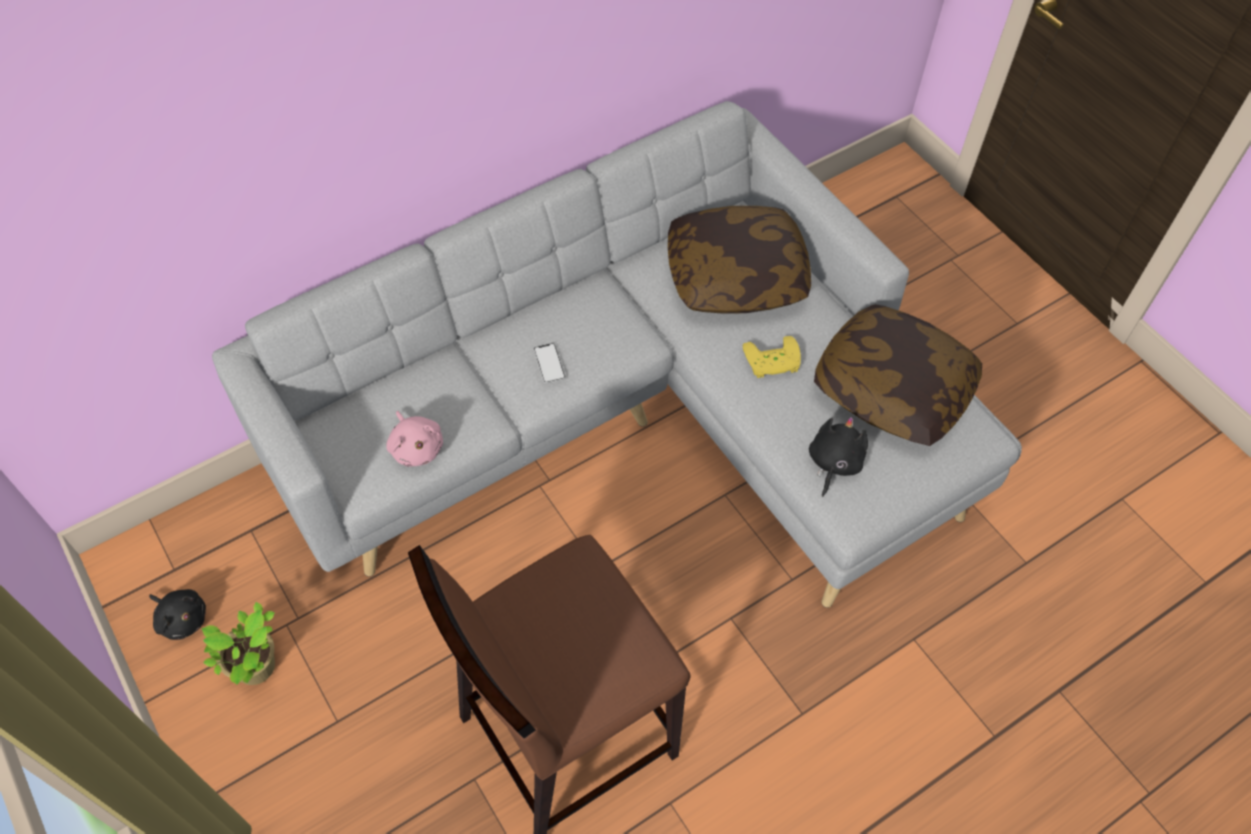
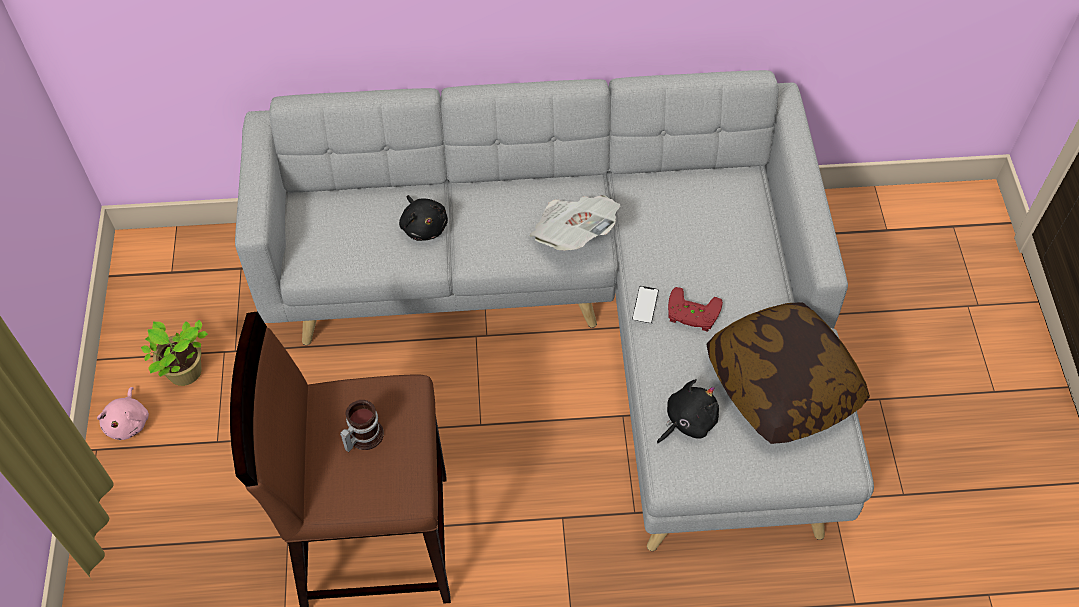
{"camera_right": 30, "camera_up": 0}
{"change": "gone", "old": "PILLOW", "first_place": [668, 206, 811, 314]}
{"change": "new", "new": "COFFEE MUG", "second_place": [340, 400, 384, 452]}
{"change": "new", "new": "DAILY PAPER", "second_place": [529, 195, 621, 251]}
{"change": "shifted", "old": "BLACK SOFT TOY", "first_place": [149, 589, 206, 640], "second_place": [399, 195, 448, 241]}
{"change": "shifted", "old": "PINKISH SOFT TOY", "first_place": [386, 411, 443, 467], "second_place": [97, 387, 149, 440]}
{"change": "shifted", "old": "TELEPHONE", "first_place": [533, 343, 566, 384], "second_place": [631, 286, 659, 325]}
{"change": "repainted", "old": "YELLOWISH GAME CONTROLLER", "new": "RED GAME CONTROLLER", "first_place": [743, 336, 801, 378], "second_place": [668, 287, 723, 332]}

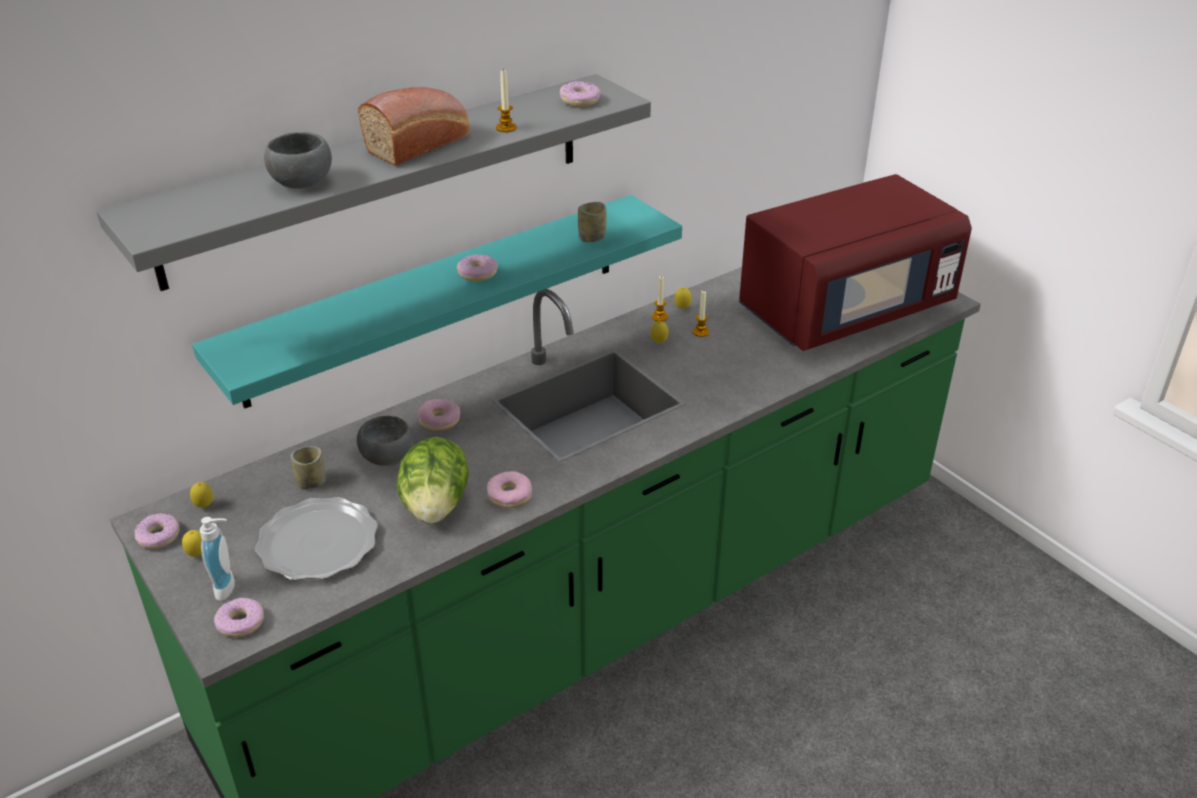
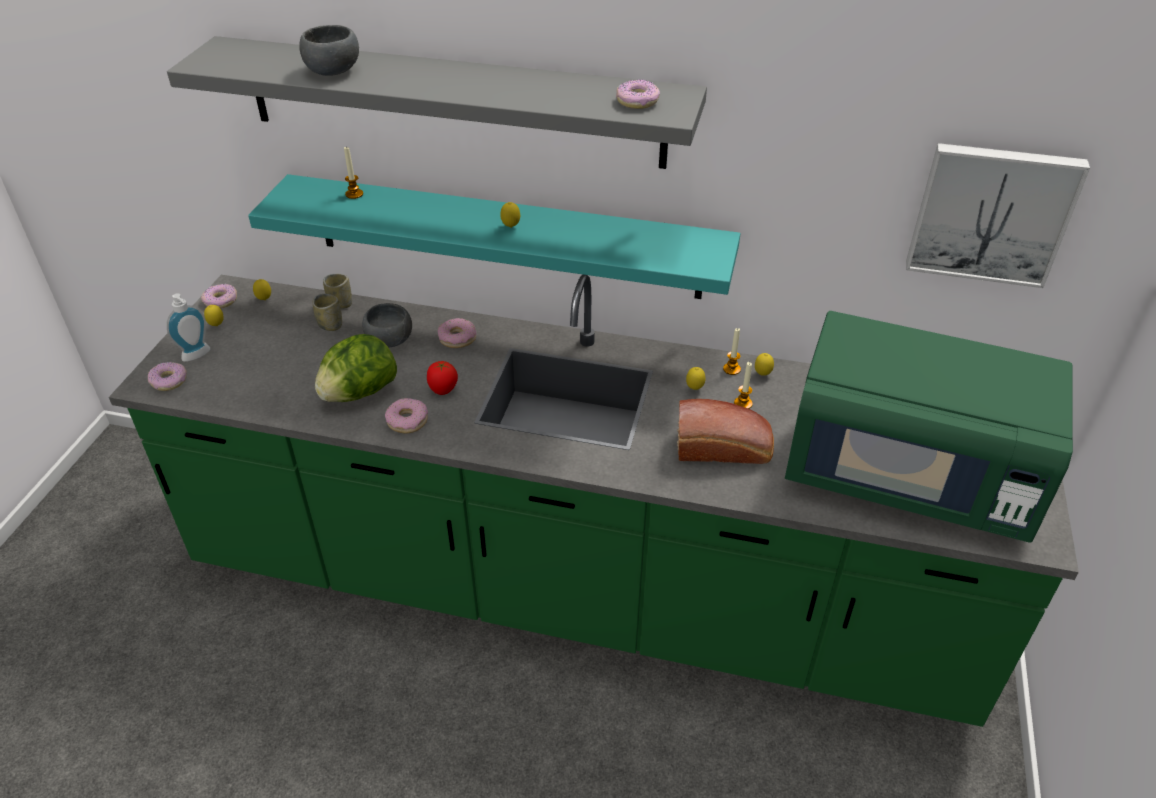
{"camera_right": 50, "camera_up": 5}
{"change": "gone", "old": "FLAT DISH", "first_place": [255, 497, 378, 580]}
{"change": "new", "new": "TOMATO", "second_place": [427, 361, 458, 395]}
{"change": "new", "new": "WALL ART", "second_place": [906, 143, 1090, 288]}
{"change": "shifted", "old": "BAKERY BREAD", "first_place": [358, 87, 470, 166], "second_place": [677, 399, 774, 464]}
{"change": "shifted", "old": "WAX LIGHT", "first_place": [496, 70, 516, 132], "second_place": [344, 147, 363, 199]}
{"change": "shifted", "old": "DRINKING CUP", "first_place": [578, 202, 607, 243], "second_place": [323, 274, 352, 309]}
{"change": "swapped", "old": "DOUGHNUT", "new": "LEMON", "first_place": [457, 254, 498, 281], "second_place": [501, 202, 520, 228]}
{"change": "repainted", "old": "RED MICROWAVE OVEN", "new": "GREENISH MICROWAVE OVEN", "first_place": [739, 174, 972, 351], "second_place": [785, 311, 1073, 543]}

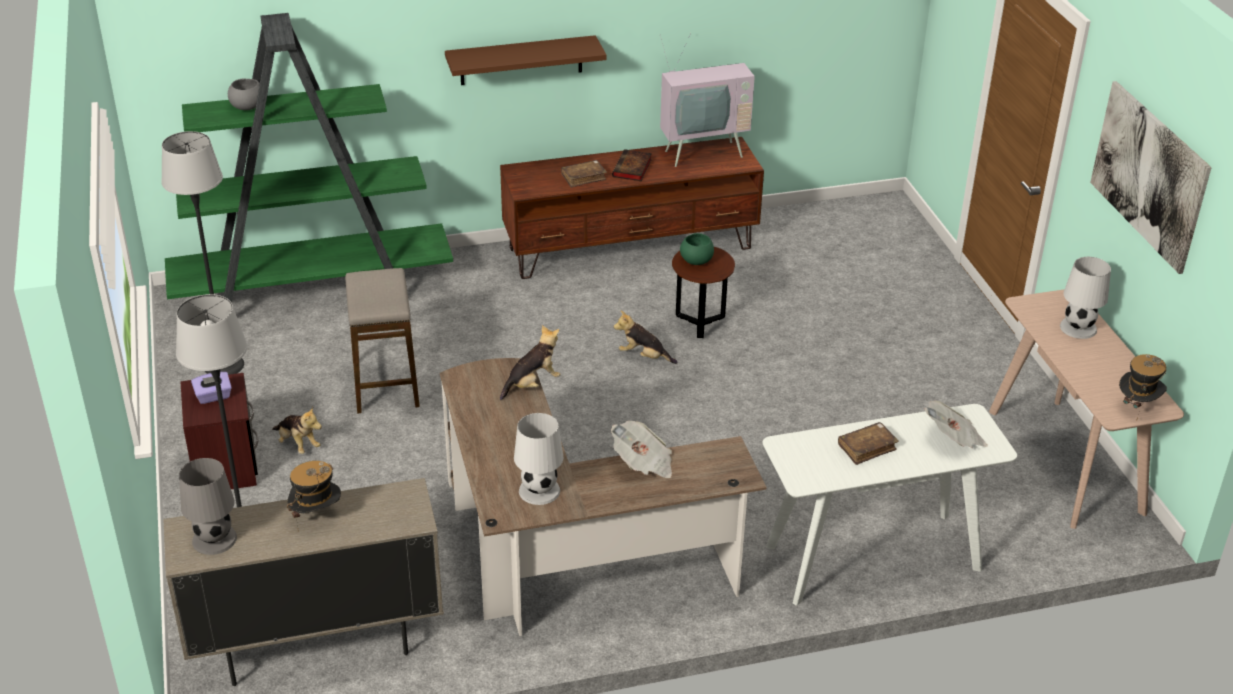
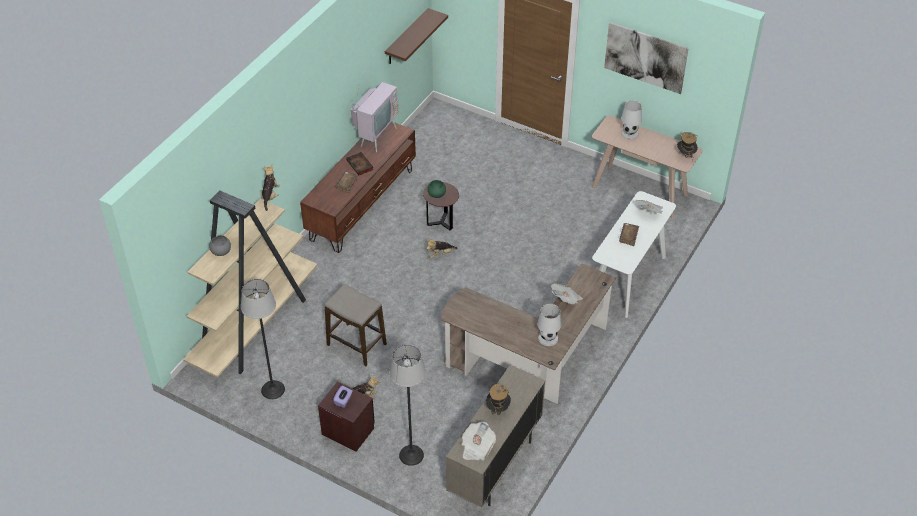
{"camera_right": -45, "camera_up": 10}
{"change": "shifted", "old": "BROWN BRACKET SHELF", "first_place": [445, 35, 607, 85], "second_place": [385, 8, 448, 64]}
{"change": "shifted", "old": "SOFT TOY", "first_place": [500, 325, 561, 400], "second_place": [261, 165, 280, 211]}
{"change": "swapped", "old": "GREYISH TABLETOP LAMP", "new": "DAILY PAPER", "first_place": [179, 458, 237, 555], "second_place": [461, 422, 496, 461]}
{"change": "repainted", "old": "GREENISH BOOKCASE", "new": "BEIGE BOOKCASE", "first_place": [165, 13, 453, 303], "second_place": [183, 191, 318, 378]}

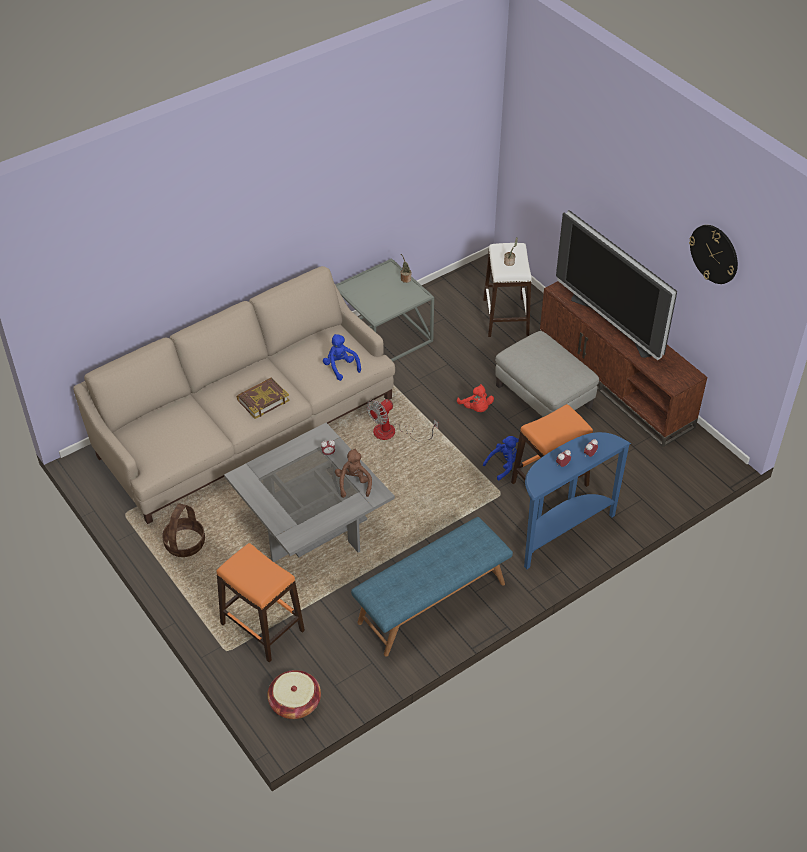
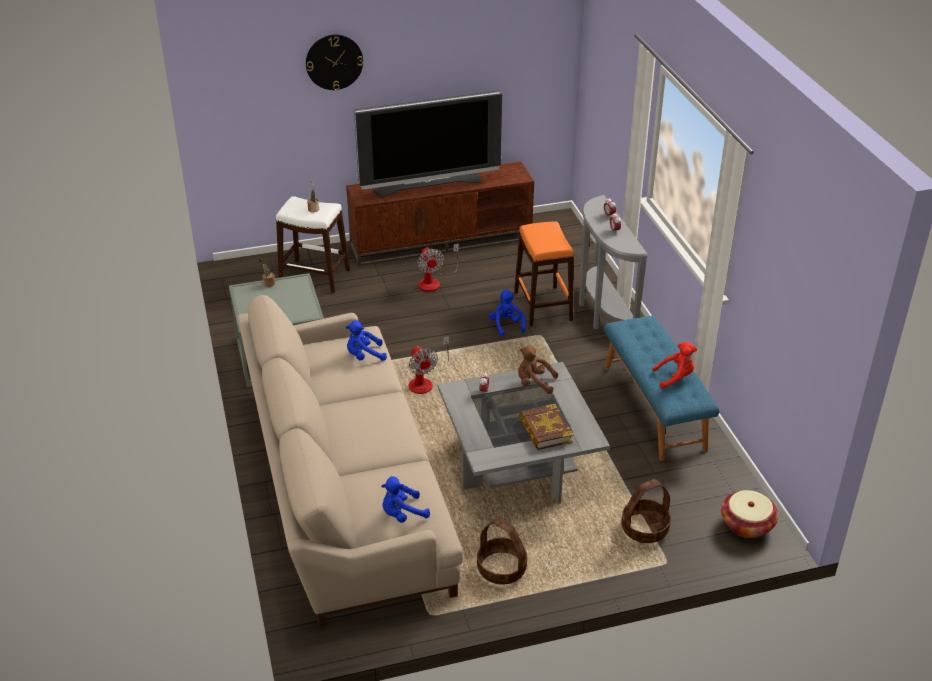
{"camera_right": -70, "camera_up": -10}
{"change": "new", "new": "BLUE SOFT TOY", "second_place": [381, 476, 430, 523]}
{"change": "shifted", "old": "VOLUME", "first_place": [237, 377, 290, 419], "second_place": [519, 404, 573, 450]}
{"change": "shifted", "old": "RED SOFT TOY", "first_place": [457, 384, 494, 412], "second_place": [652, 342, 697, 389]}
{"change": "shifted", "old": "CLOCK ON THE WALL", "first_place": [689, 225, 738, 284], "second_place": [306, 35, 363, 90]}
{"change": "swapped", "old": "ORANGEY STOOL SEAT", "new": "HOUSEHOLD BASKET", "first_place": [216, 543, 305, 663], "second_place": [621, 479, 671, 543]}
{"change": "swapped", "old": "GREYISH FOOTREST", "new": "COOLING FAN", "first_place": [495, 331, 599, 417], "second_place": [417, 244, 459, 292]}
{"change": "repainted", "old": "BLUE CONSOLE TABLE", "new": "GREYISH CONSOLE TABLE", "first_place": [524, 432, 631, 569], "second_place": [579, 195, 648, 329]}

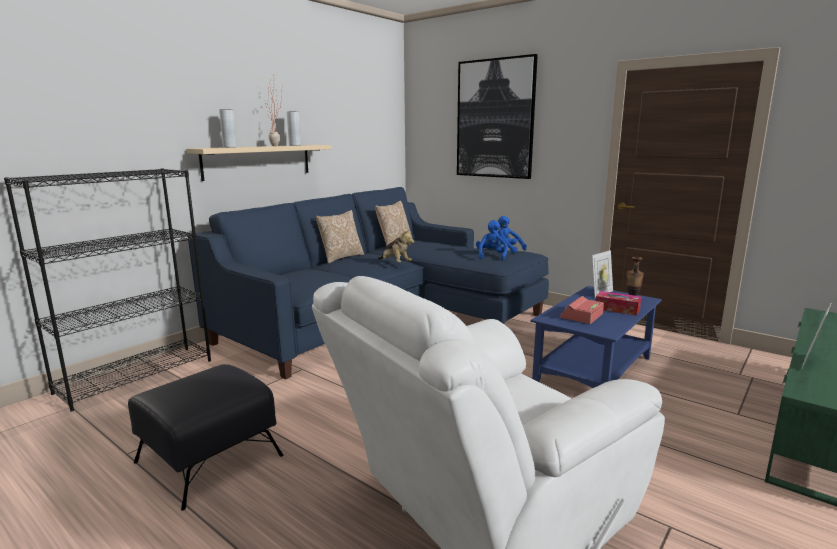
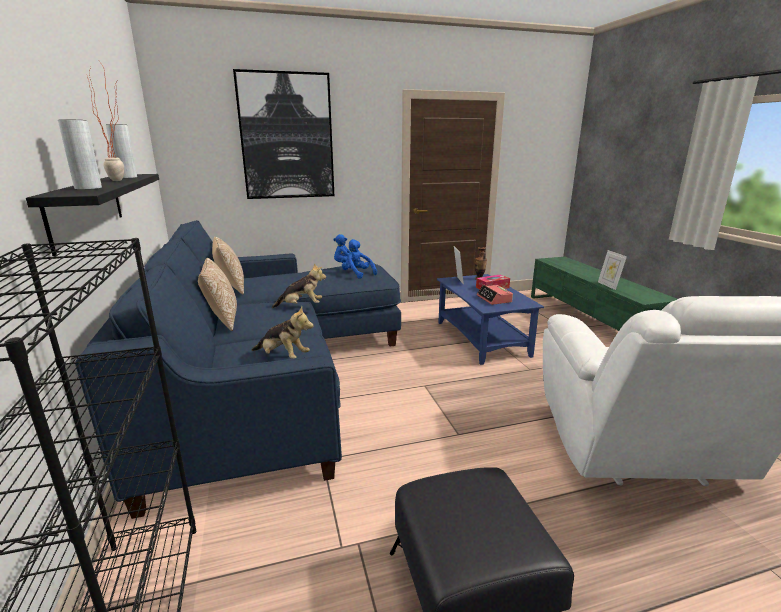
{"camera_right": -55, "camera_up": 5}
{"change": "new", "new": "SOFT TOY", "second_place": [252, 306, 313, 359]}
{"change": "repainted", "old": "BEIGE BRACKET SHELF", "new": "BLACK BRACKET SHELF", "first_place": [186, 145, 332, 181], "second_place": [26, 174, 159, 256]}

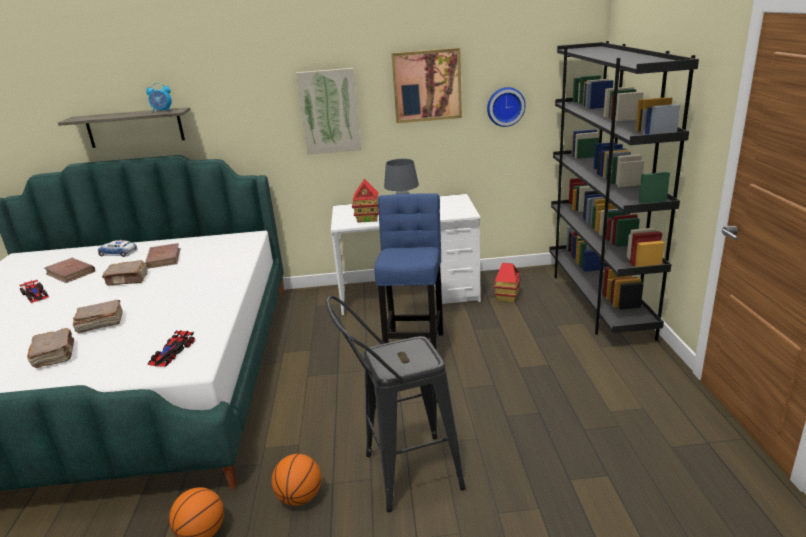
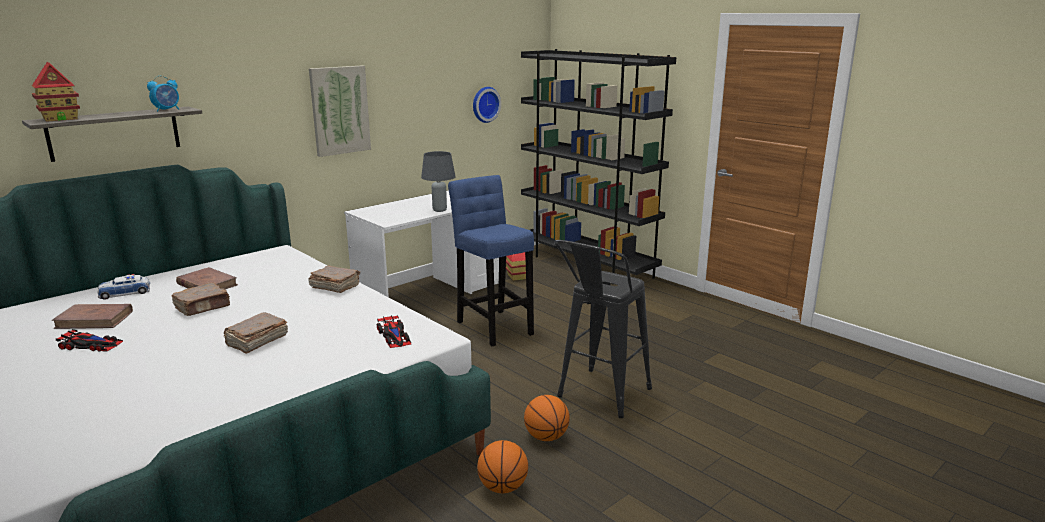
{"camera_right": -40, "camera_up": -5}
{"change": "gone", "old": "WALL ART", "first_place": [392, 48, 462, 123]}
{"change": "shifted", "old": "BROWN VOLUME", "first_place": [27, 328, 74, 368], "second_place": [309, 265, 360, 293]}
{"change": "shifted", "old": "TOY HOUSE", "first_place": [352, 179, 379, 223], "second_place": [32, 62, 80, 122]}

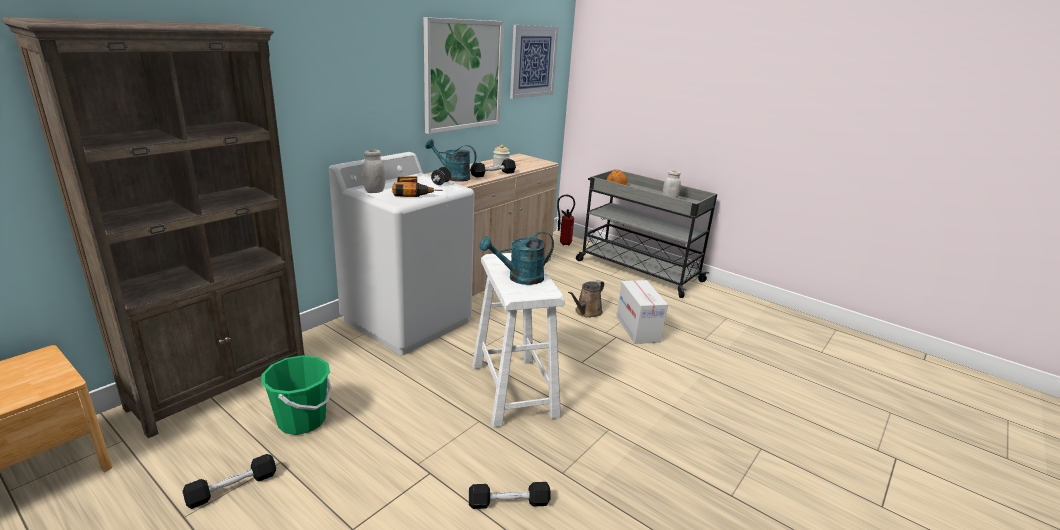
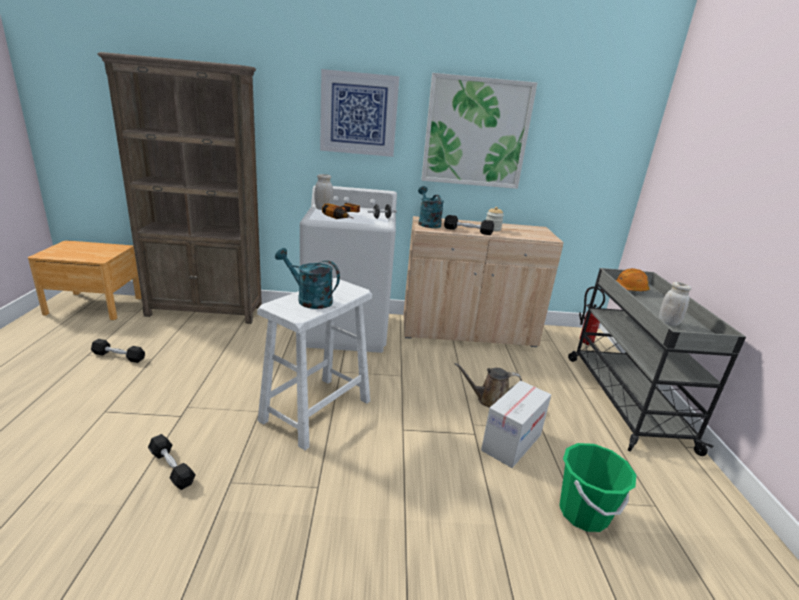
{"camera_right": 50, "camera_up": 0}
{"change": "shifted", "old": "GREENISH PAIL", "first_place": [261, 355, 332, 435], "second_place": [559, 443, 636, 532]}
{"change": "shifted", "old": "WALL ART", "first_place": [510, 25, 558, 99], "second_place": [320, 69, 399, 157]}

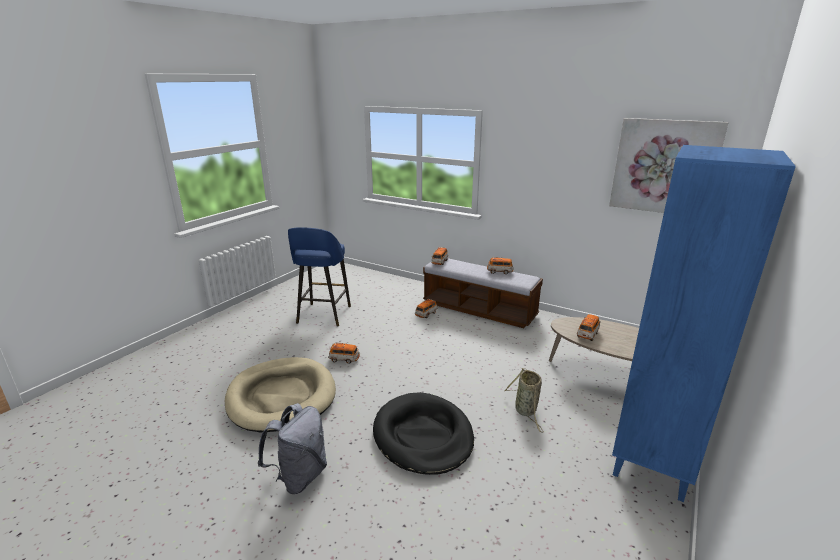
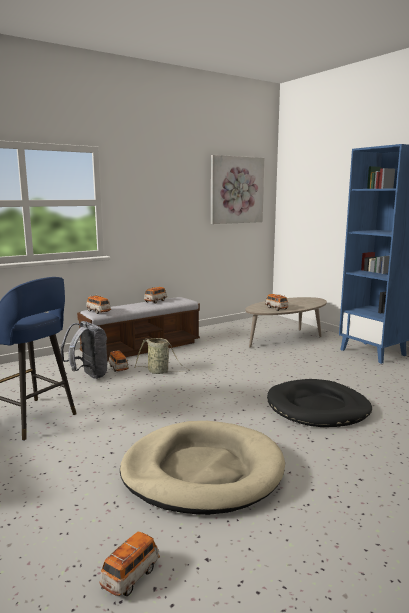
{"camera_right": -65, "camera_up": -10}
{"change": "shifted", "old": "GREYISH BACKPACK", "first_place": [258, 403, 327, 494], "second_place": [61, 321, 108, 379]}
{"change": "shifted", "old": "MODEL CAR", "first_place": [328, 342, 360, 364], "second_place": [99, 532, 160, 596]}
{"change": "shifted", "old": "HOUSEHOLD BASKET", "first_place": [504, 368, 544, 432], "second_place": [135, 338, 189, 374]}

